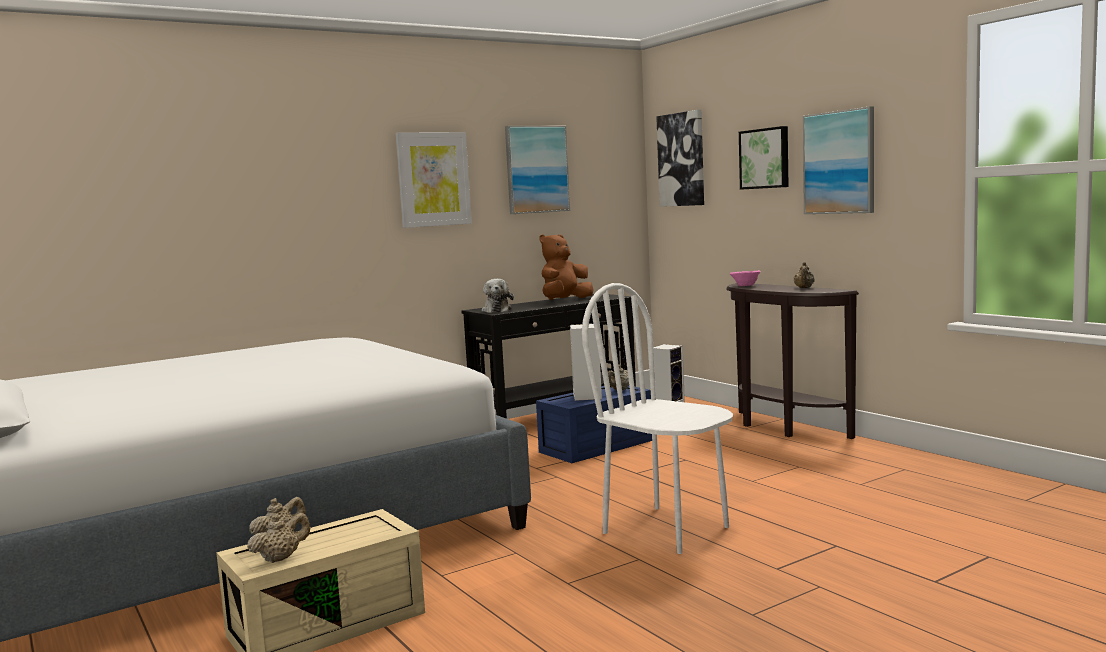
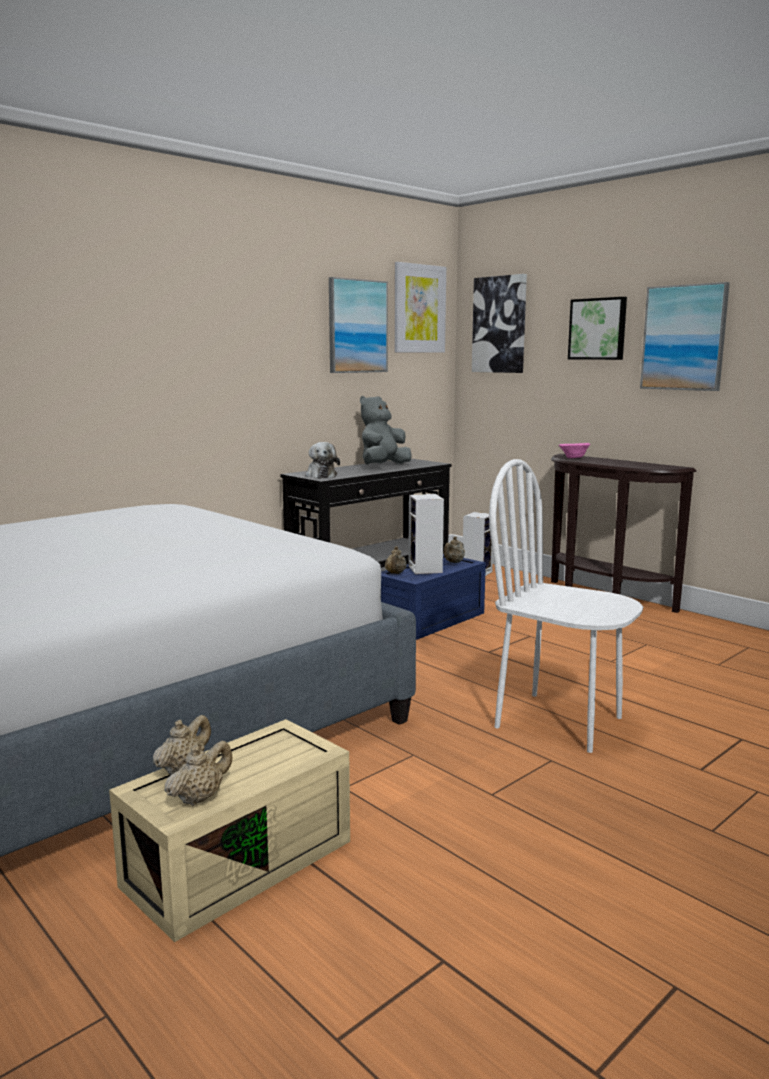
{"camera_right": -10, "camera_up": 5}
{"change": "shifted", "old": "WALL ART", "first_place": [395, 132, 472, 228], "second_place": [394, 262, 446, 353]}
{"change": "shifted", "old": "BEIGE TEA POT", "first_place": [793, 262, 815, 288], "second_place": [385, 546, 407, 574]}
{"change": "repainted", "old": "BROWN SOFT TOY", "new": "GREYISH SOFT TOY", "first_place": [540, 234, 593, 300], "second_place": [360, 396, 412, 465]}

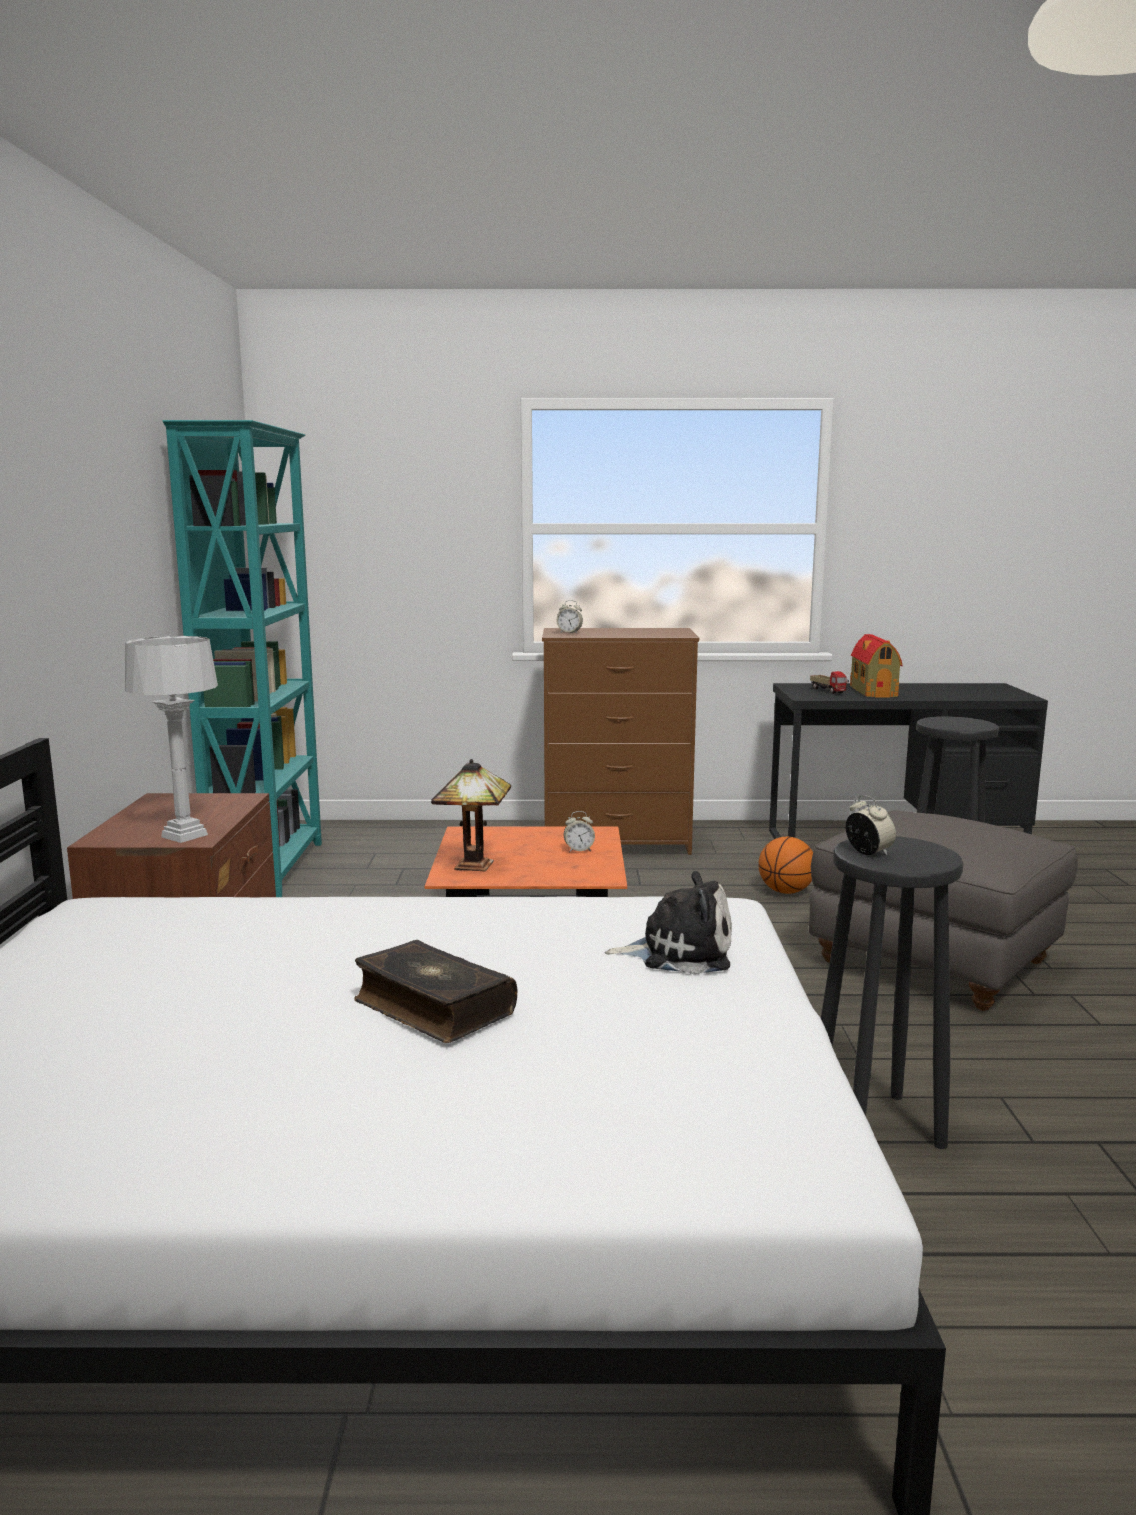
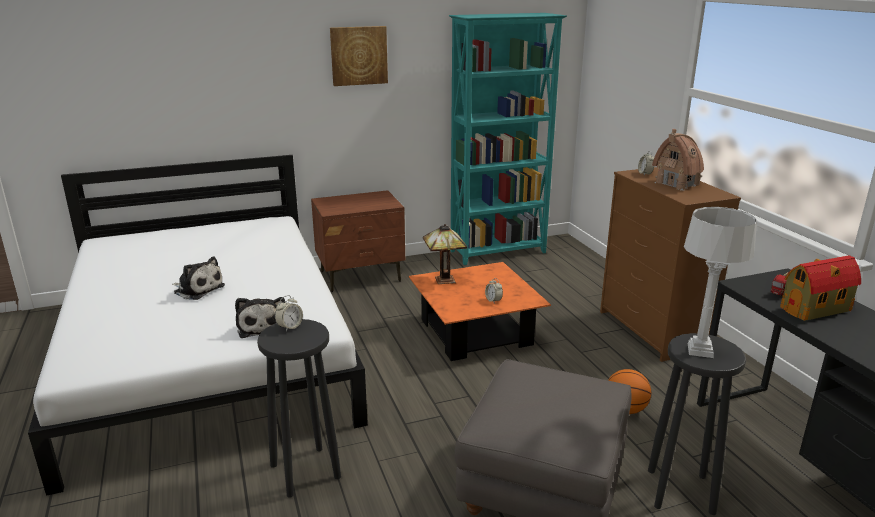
{"camera_right": 70, "camera_up": 10}
{"change": "new", "new": "WALL ART", "second_place": [330, 26, 388, 86]}
{"change": "new", "new": "TOY HOUSE", "second_place": [652, 129, 704, 191]}
{"change": "shifted", "old": "GREYISH TABLETOP LAMP", "first_place": [125, 636, 218, 843], "second_place": [684, 207, 757, 358]}
{"change": "swapped", "old": "VOLUME", "new": "SOFT TOY", "first_place": [354, 940, 517, 1043], "second_place": [172, 256, 225, 300]}

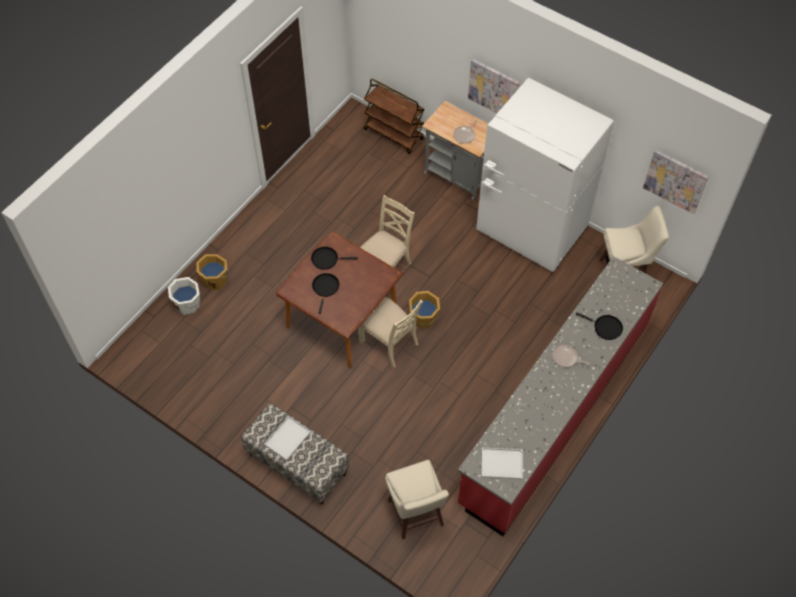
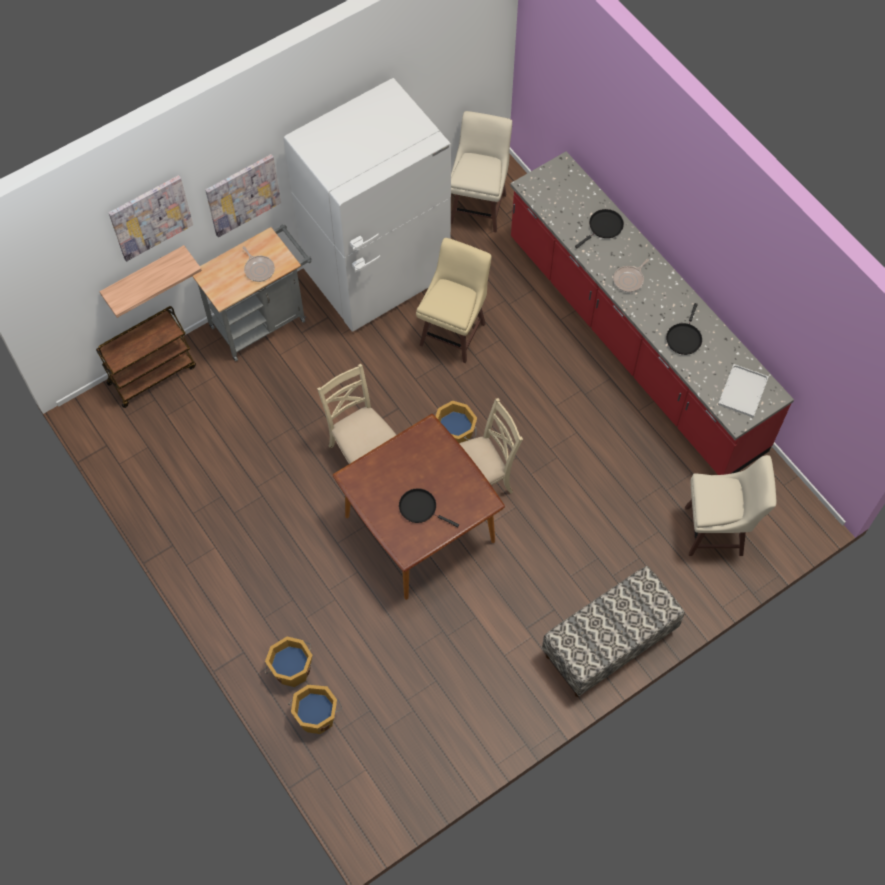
{"camera_right": -70, "camera_up": 5}
{"change": "gone", "old": "WHITE TRAY", "first_place": [264, 416, 311, 461]}
{"change": "new", "new": "BRACKET SHELF", "second_place": [99, 245, 202, 318]}
{"change": "new", "new": "BEIGE STOOL SEAT", "second_place": [416, 238, 492, 363]}
{"change": "shifted", "old": "BLACK SKILLET", "first_place": [311, 247, 358, 270], "second_place": [666, 303, 702, 355]}
{"change": "shifted", "old": "WALL ART", "first_place": [643, 150, 709, 214], "second_place": [109, 175, 193, 261]}
{"change": "repainted", "old": "WHITE PAIL", "new": "ORANGEY PAIL", "first_place": [168, 277, 200, 315], "second_place": [288, 685, 342, 734]}

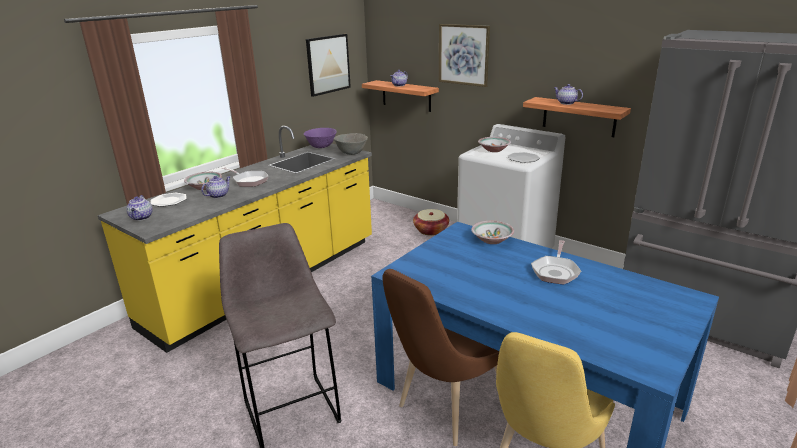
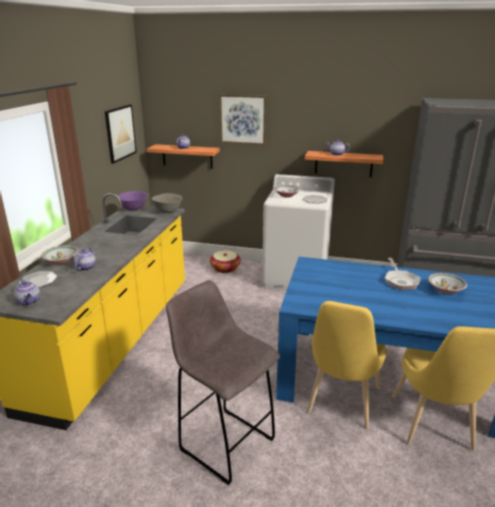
{"camera_right": -25, "camera_up": 0}
{"change": "gone", "old": "SKILLET", "first_place": [221, 167, 269, 187]}
{"change": "shifted", "old": "SERVING BOWL", "first_place": [471, 221, 514, 244], "second_place": [428, 273, 467, 294]}
{"change": "repainted", "old": "BROWN CHAIR", "new": "YELLOWISH CHAIR", "first_place": [383, 269, 499, 446], "second_place": [307, 301, 387, 429]}

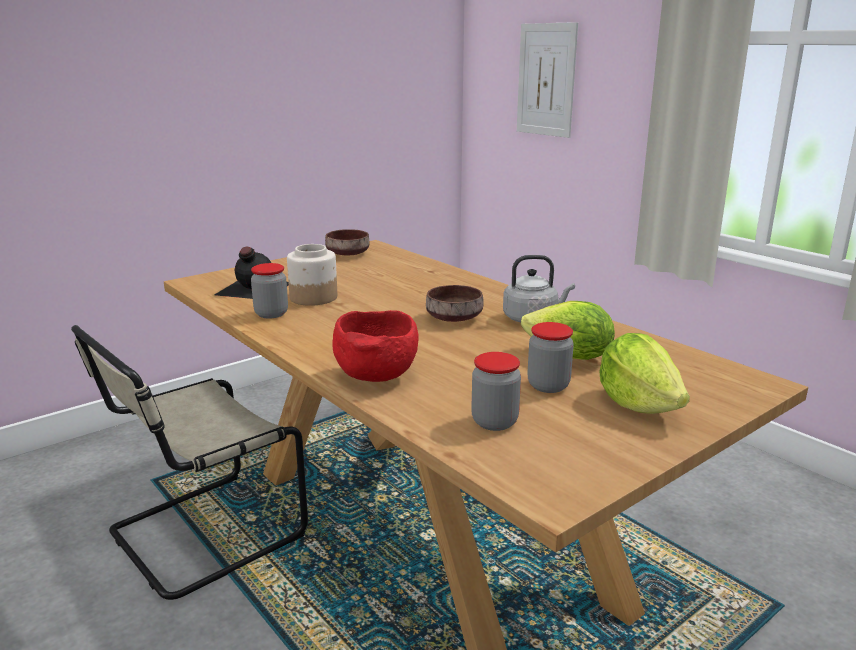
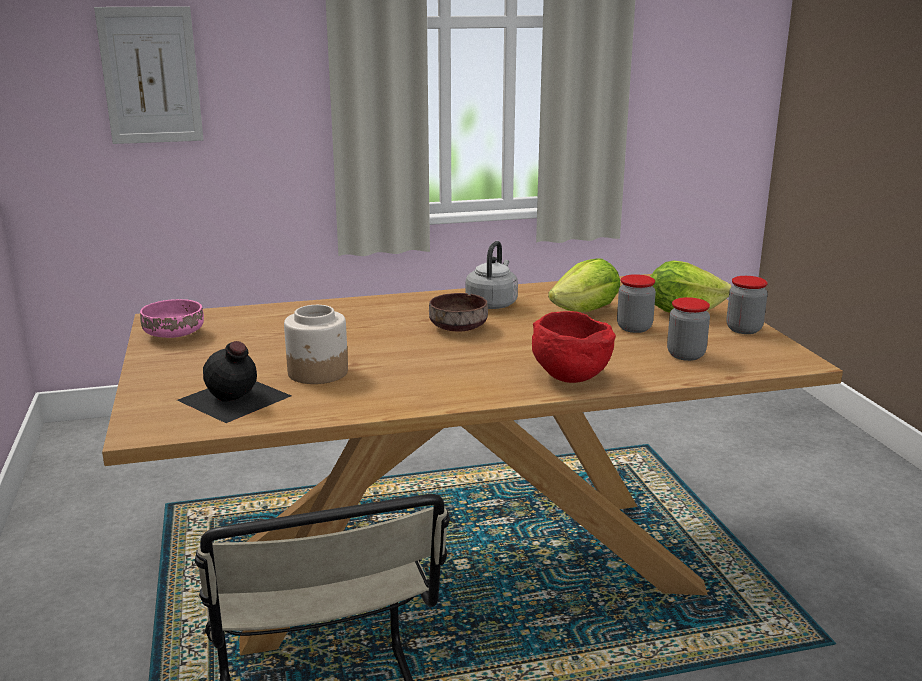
{"camera_right": -65, "camera_up": 0}
{"change": "shifted", "old": "PRESERVE JAR", "first_place": [251, 263, 288, 319], "second_place": [726, 276, 768, 334]}
{"change": "repainted", "old": "BROWN SERVING BOWL", "new": "PINKISH SERVING BOWL", "first_place": [325, 229, 370, 256], "second_place": [140, 299, 204, 338]}

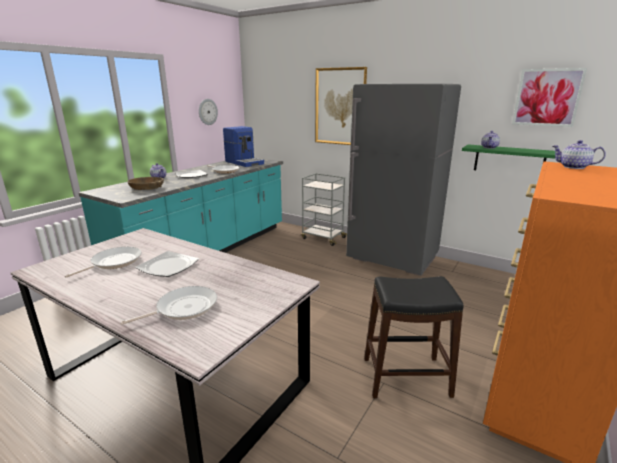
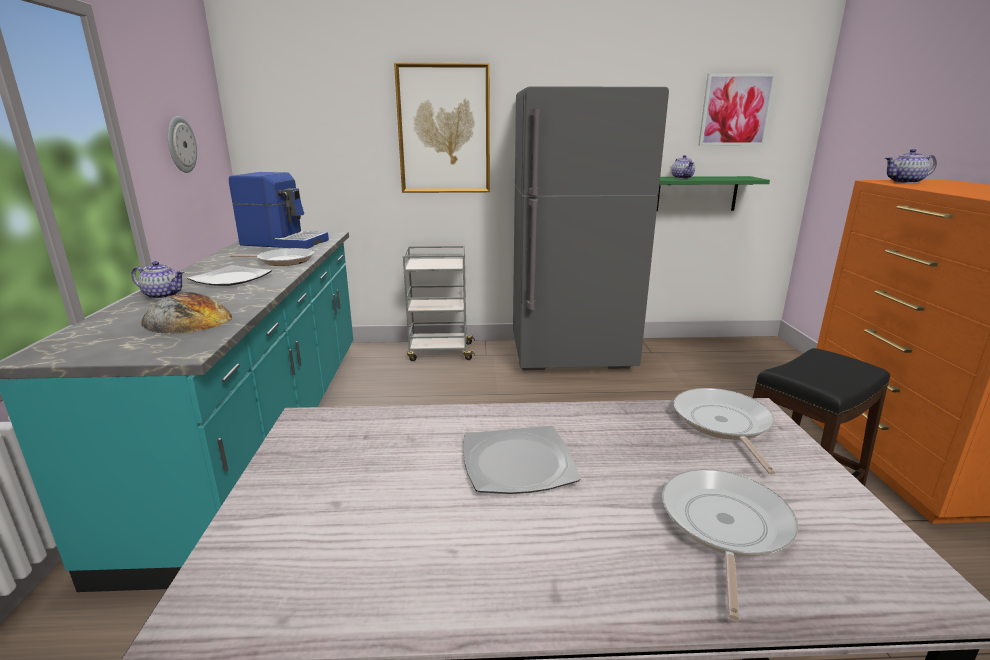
{"camera_right": -35, "camera_up": 0}
{"change": "shifted", "old": "SKILLET", "first_place": [65, 247, 142, 277], "second_place": [674, 388, 776, 475]}
{"change": "swapped", "old": "BROWN SERVING BOWL", "new": "BAKERY BREAD", "first_place": [127, 177, 164, 190], "second_place": [141, 292, 233, 334]}

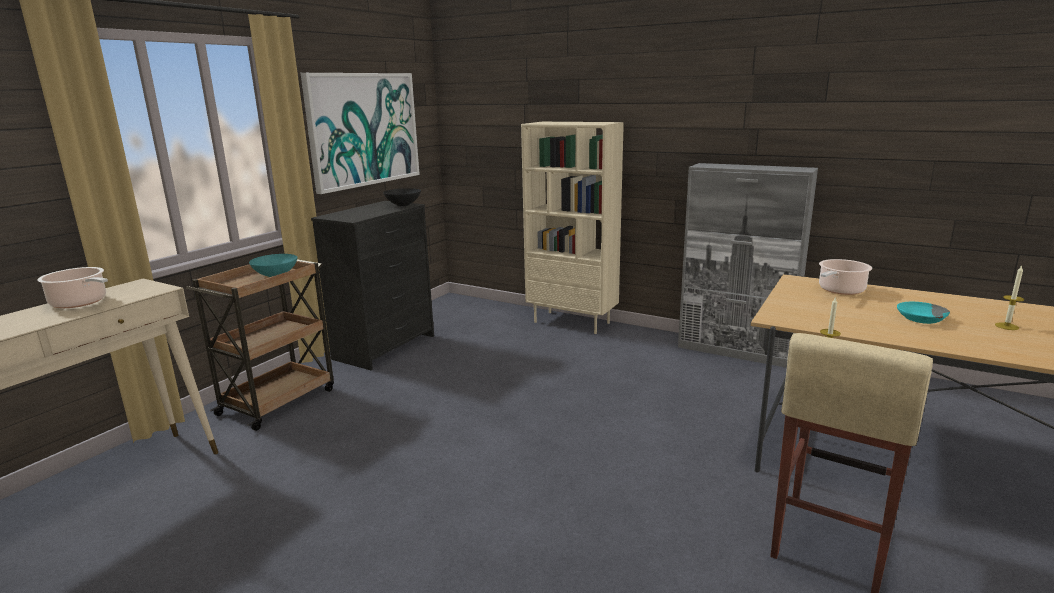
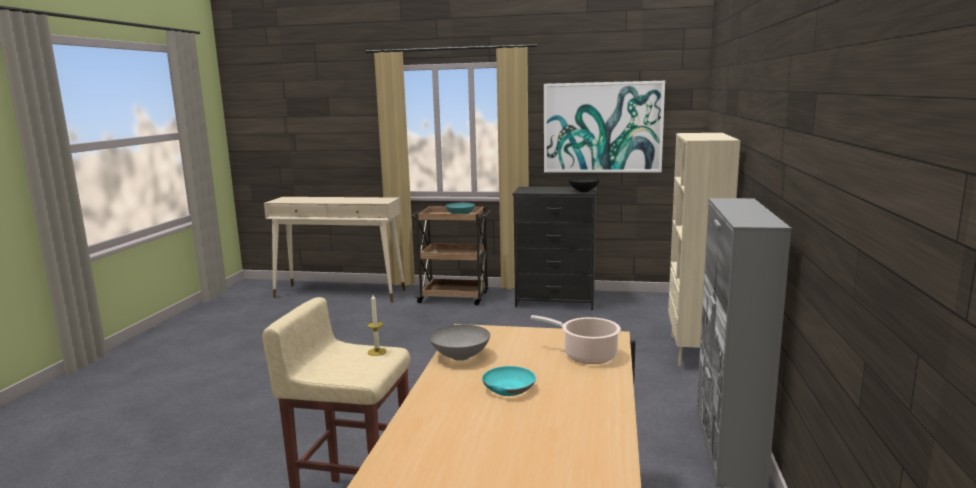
{"camera_right": 70, "camera_up": -5}
{"change": "gone", "old": "STOCKPOT", "first_place": [37, 267, 108, 308]}
{"change": "gone", "old": "WAX LIGHT", "first_place": [995, 265, 1024, 330]}
{"change": "new", "new": "GREYISH SERVING BOWL", "second_place": [429, 324, 490, 361]}

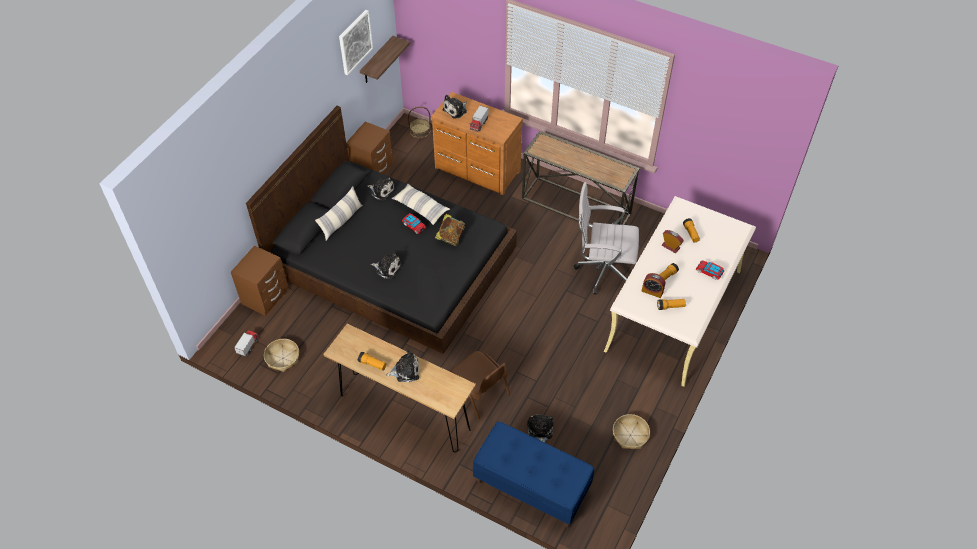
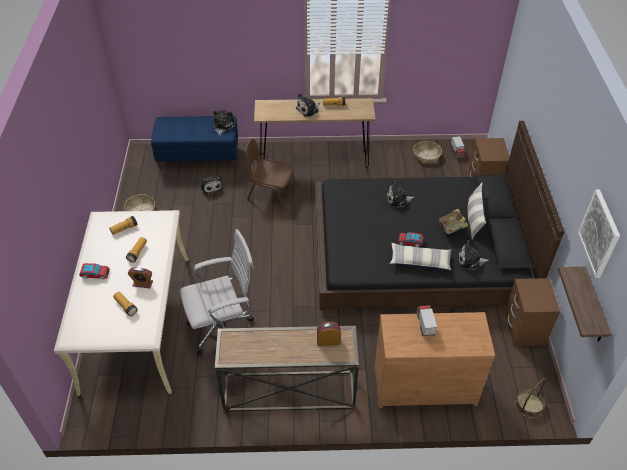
{"camera_right": 150, "camera_up": -5}
{"change": "shifted", "old": "VOLUME", "first_place": [435, 214, 465, 246], "second_place": [439, 209, 468, 234]}
{"change": "shifted", "old": "SOFT TOY", "first_place": [443, 95, 467, 119], "second_place": [213, 110, 235, 136]}
{"change": "shifted", "old": "ALARM CLOCK", "first_place": [642, 273, 665, 298], "second_place": [317, 322, 341, 347]}

